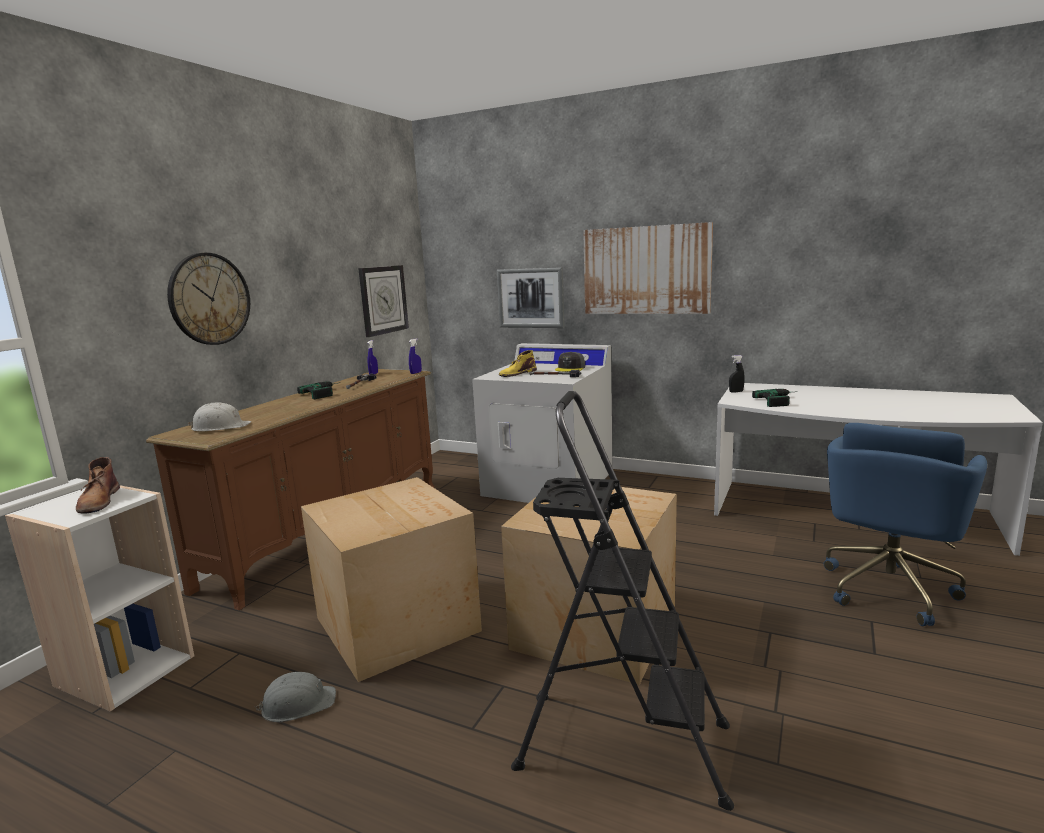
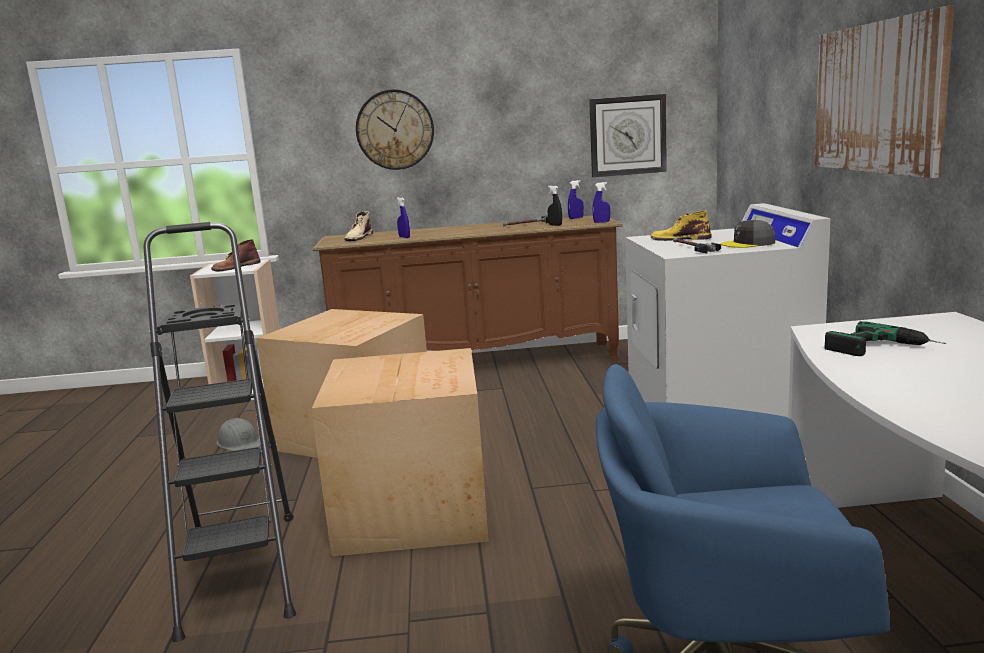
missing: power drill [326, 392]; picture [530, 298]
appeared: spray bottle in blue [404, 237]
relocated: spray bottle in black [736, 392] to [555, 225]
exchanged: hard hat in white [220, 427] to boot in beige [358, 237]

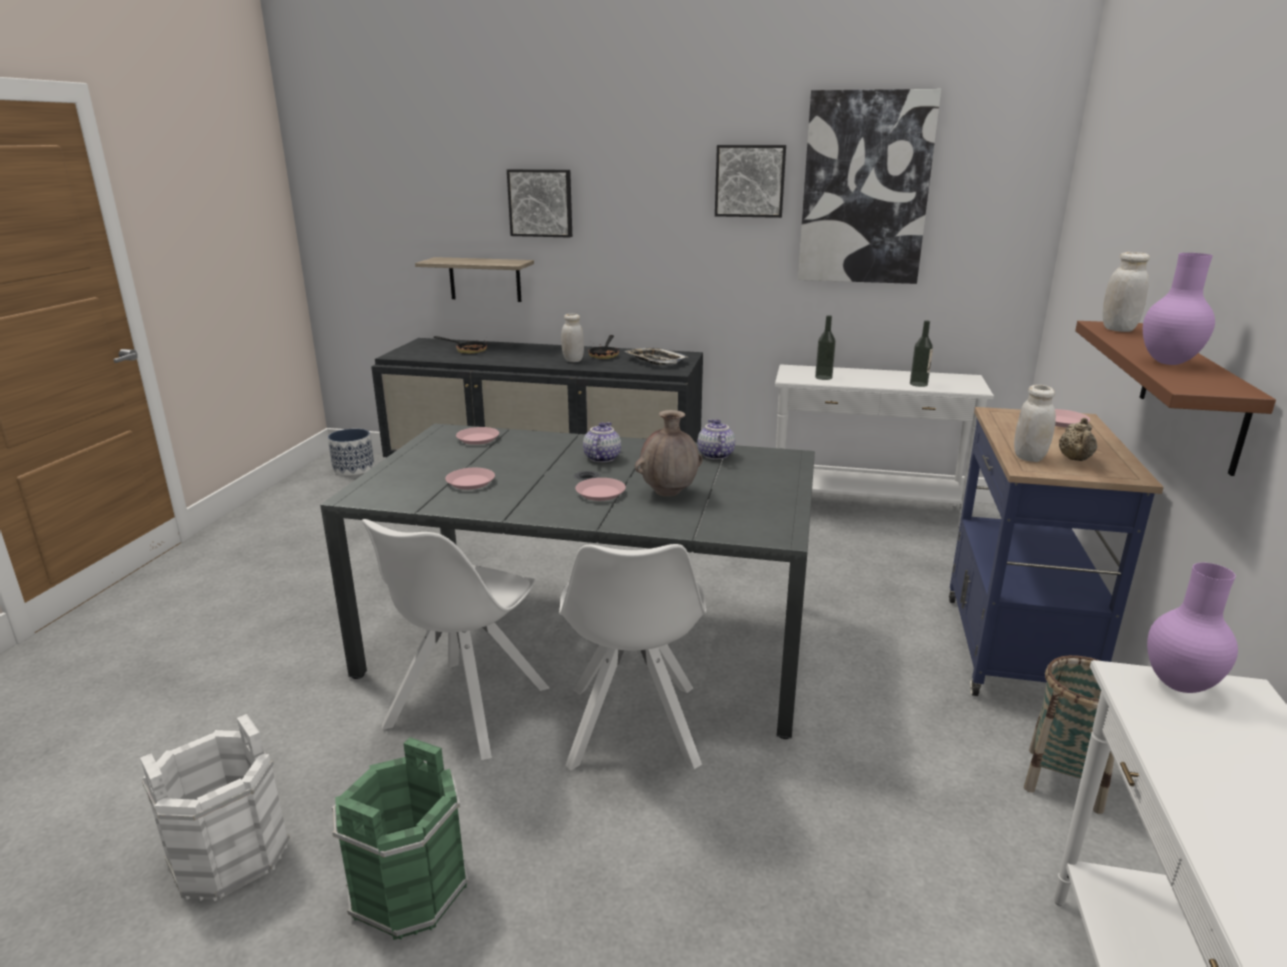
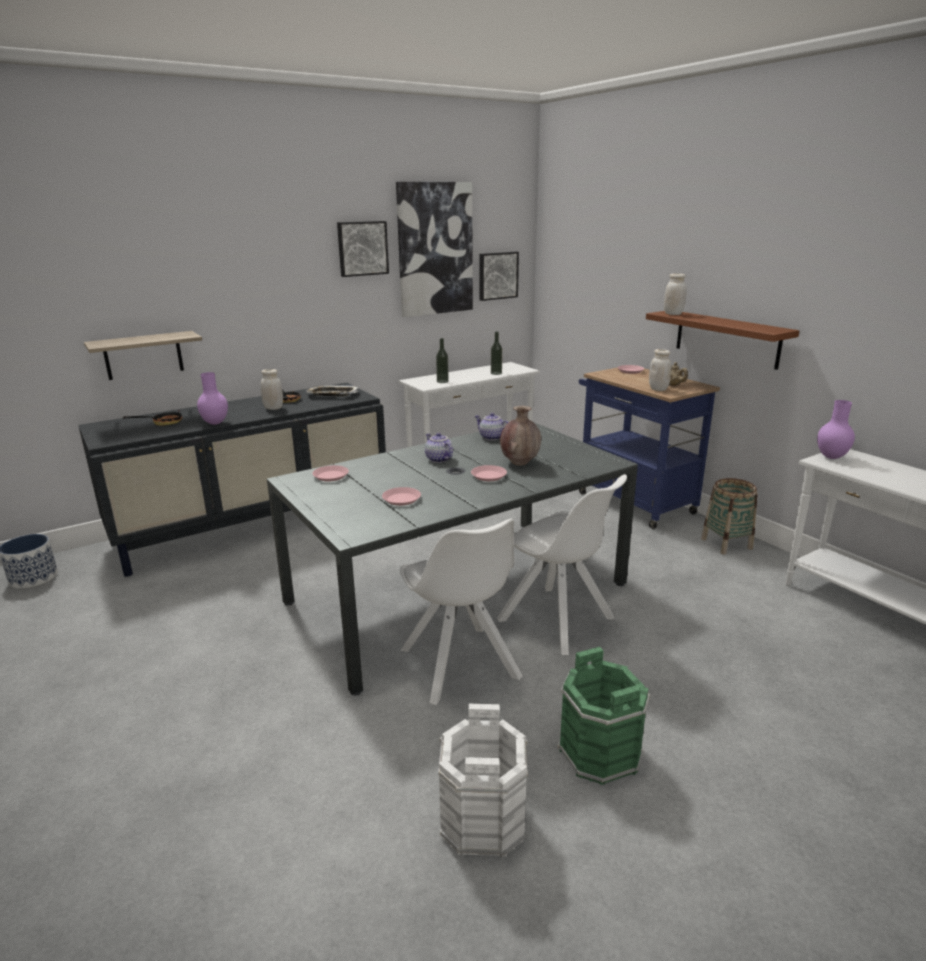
relocated: picture [541, 203] to [497, 275]; vase in purple [1168, 362] to [215, 423]

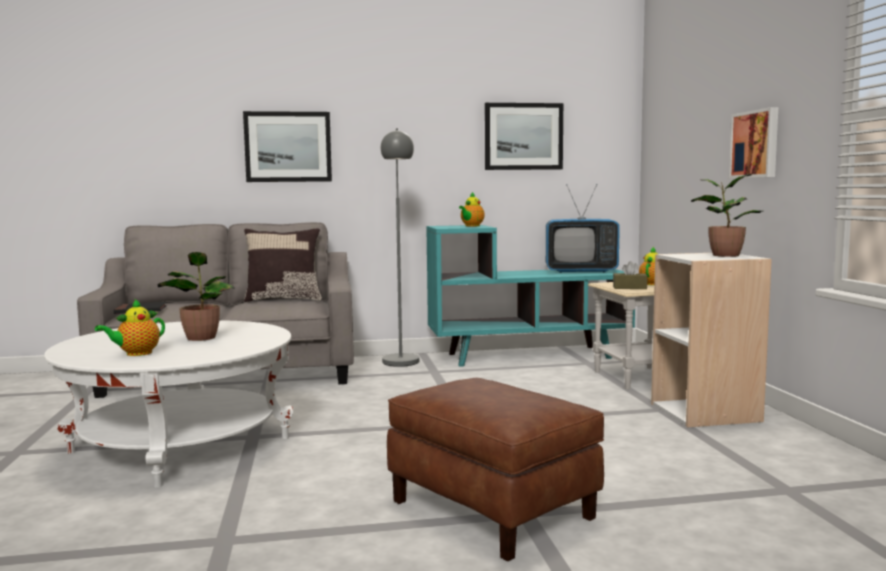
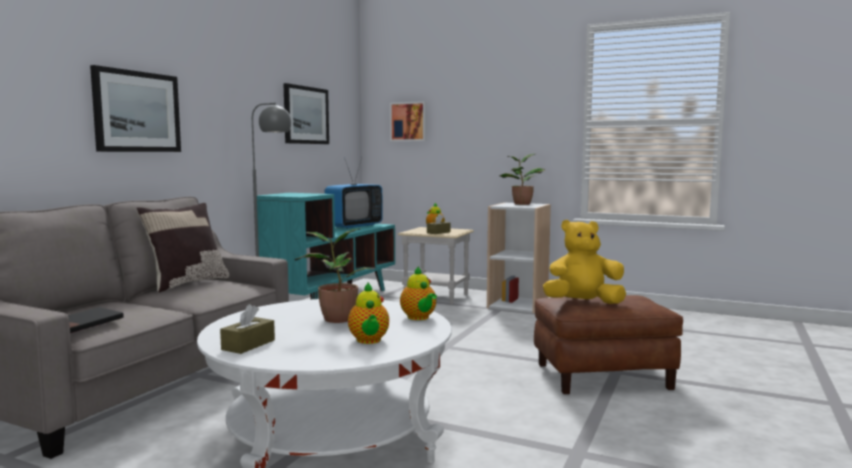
appeared: tissue box in brown [248, 345]; plush toy in yellow [583, 303]
relocated: teapot [471, 226] to [419, 318]; picture [756, 144] to [409, 121]

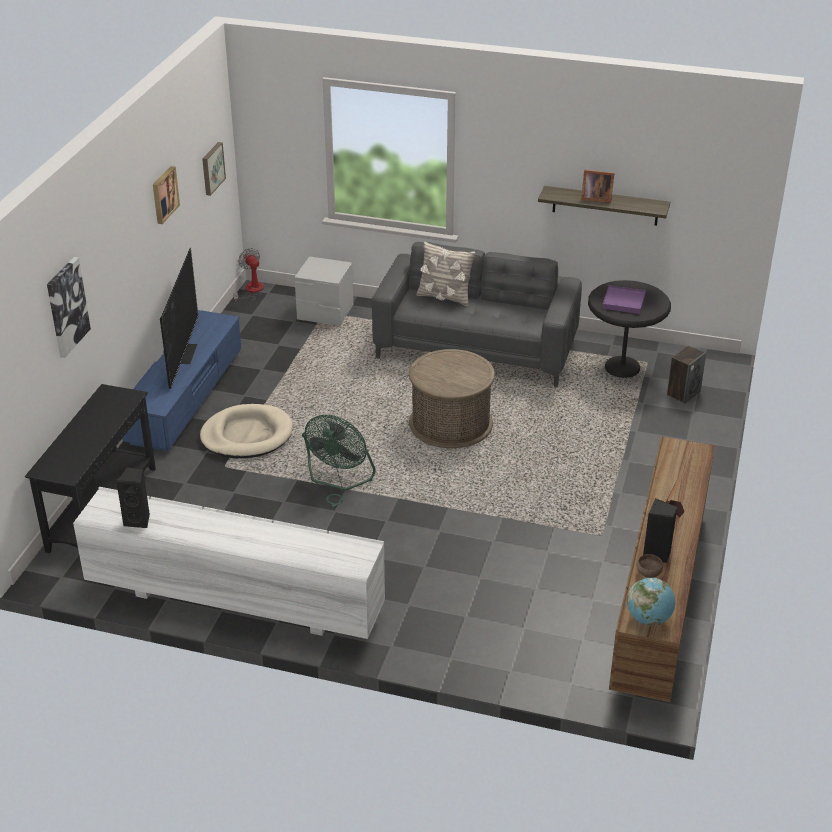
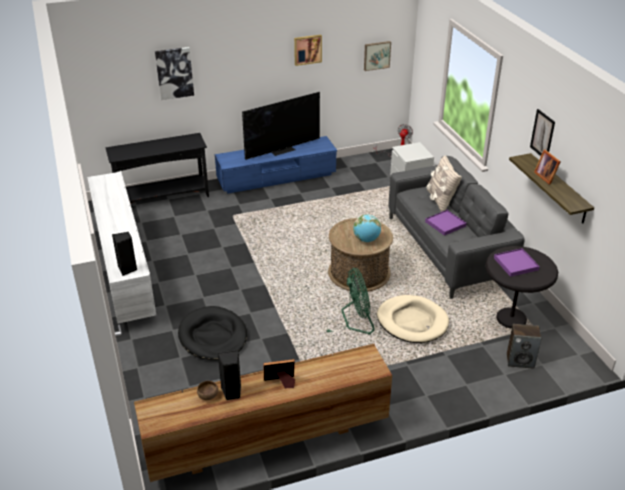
appeared: dog bed in black [213, 336]; tray in purple [445, 224]; picture [542, 134]
relocated: speaker in black [138, 520] to [127, 269]; dog bed in beige [247, 435] to [412, 321]; fan in green [336, 481] to [352, 320]; globe [649, 619] to [366, 239]

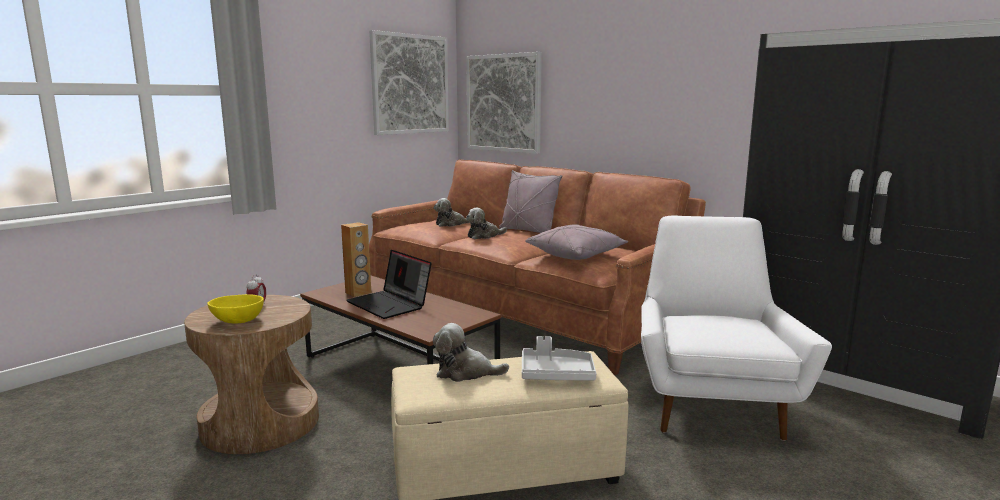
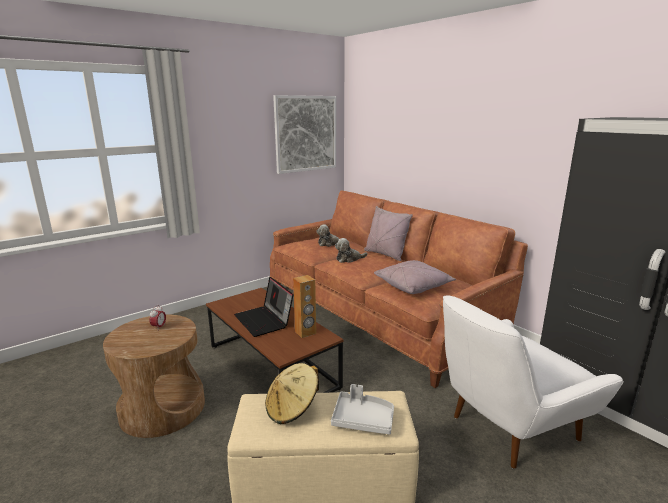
missing: bowl in yellow [238, 321]; picture [503, 103]
relocated: speaker in brown [358, 293] to [305, 332]
exchanged: plush toy [465, 372] to hat in beige [292, 408]
spun: armchair in white [709, 404] = [506, 429] 135 degrees counterclockwise

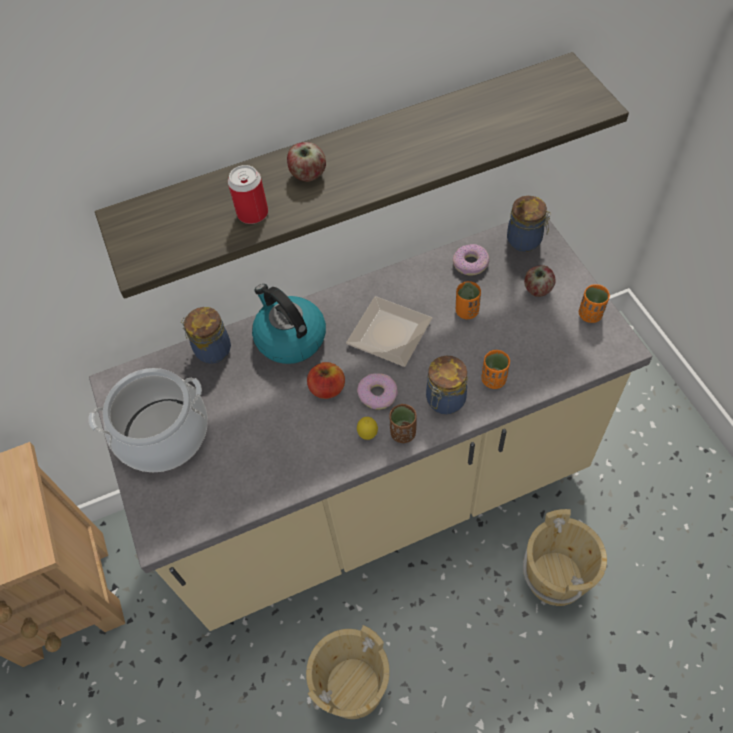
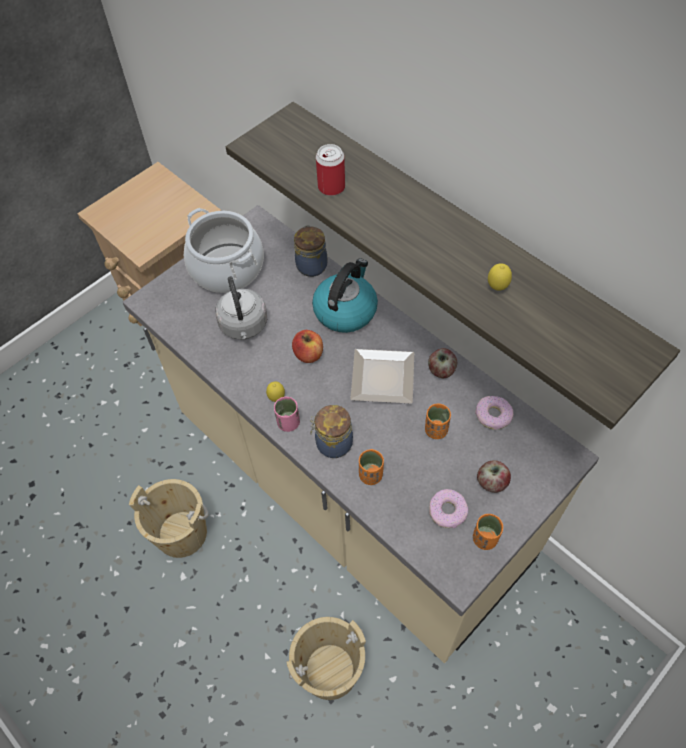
missing: jar [525, 241]
appeared: kettle in grey [244, 326]; lemon [497, 288]
relocated: apple [308, 175] to [441, 370]; donut [377, 394] to [448, 511]
colour: cup in brown [403, 433] to cup in pink [288, 423]

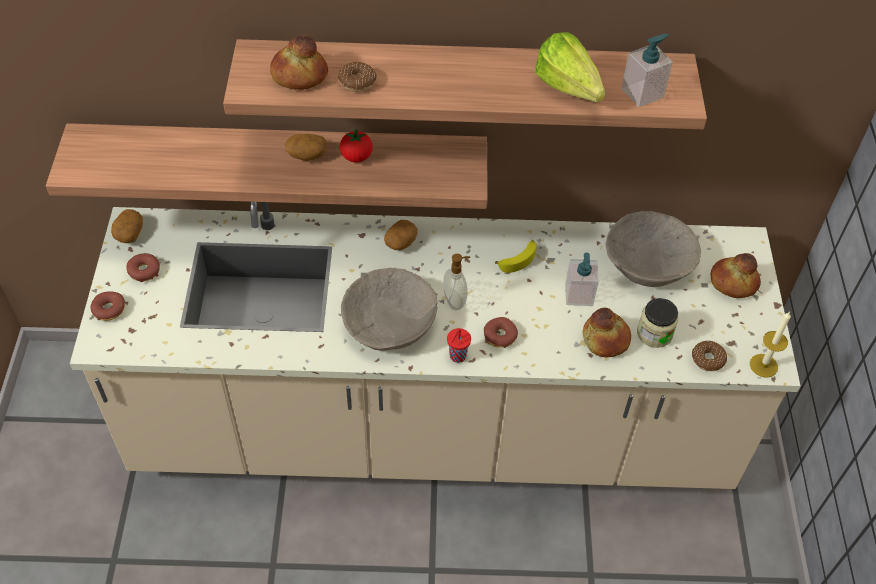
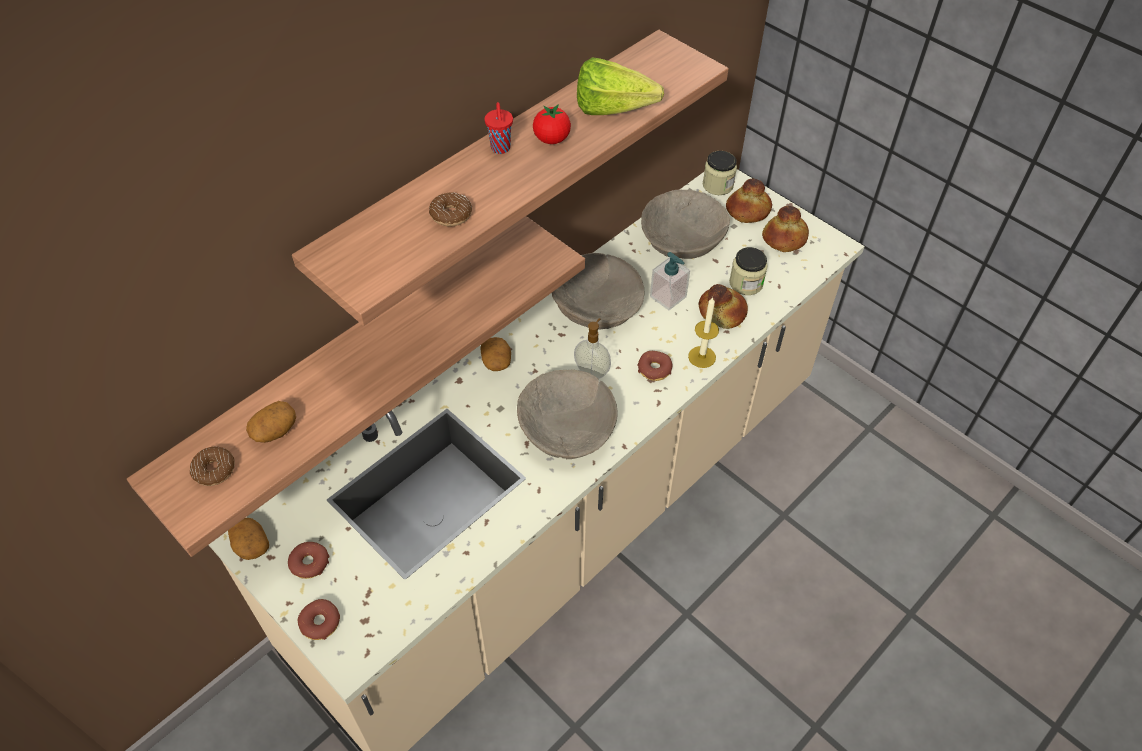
missing: soap dispenser [642, 93]
appeared: jar [717, 185]
relocated: bread [299, 75] to [785, 239]; potato [306, 155] to [274, 430]; tomato [356, 157] to [551, 139]; cup in red [457, 357] to [500, 149]; donut [708, 359] to [214, 470]; candle [763, 365] to [702, 357]
exchanged: banana [518, 259] to bowl in beige [596, 304]

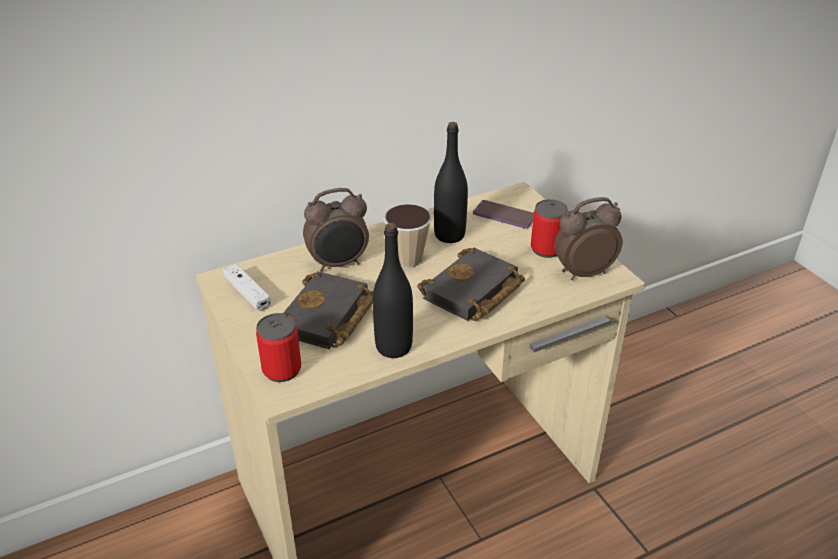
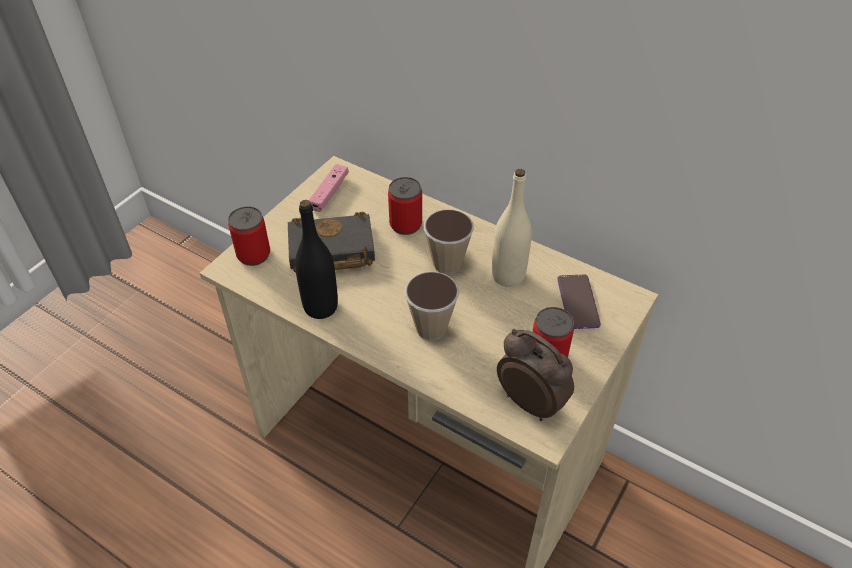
exchanged: alarm clock [339, 264] to can [405, 224]; book in black [472, 293] to cup [431, 328]
colour: game controller in white [247, 293] to game controller in pink [329, 193]; bottle in black [449, 235] to bottle in beige [508, 276]

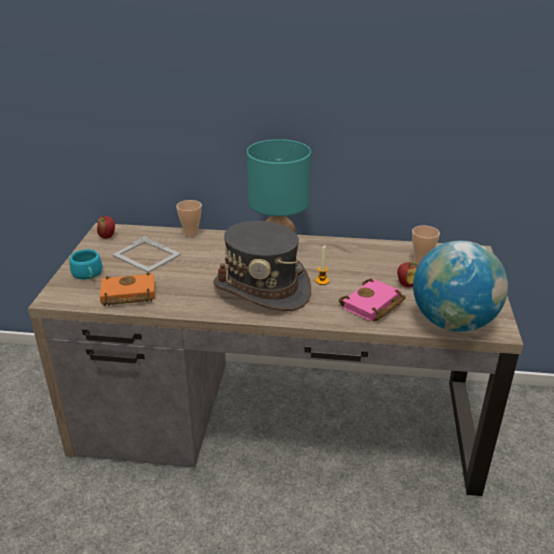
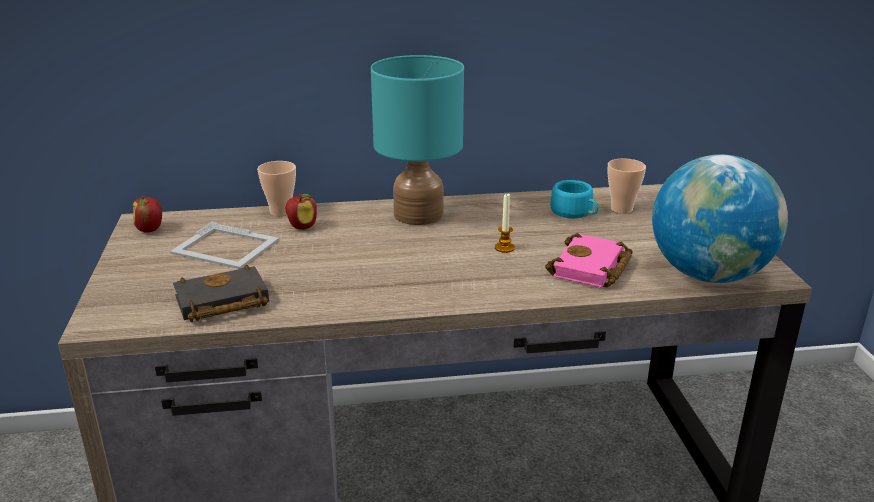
missing: hat in grey [262, 289]
relocated: cup in turquoise [88, 275] to [575, 213]; apple [406, 284] to [302, 227]
colour: book in orange [127, 295] to book in black [220, 302]

